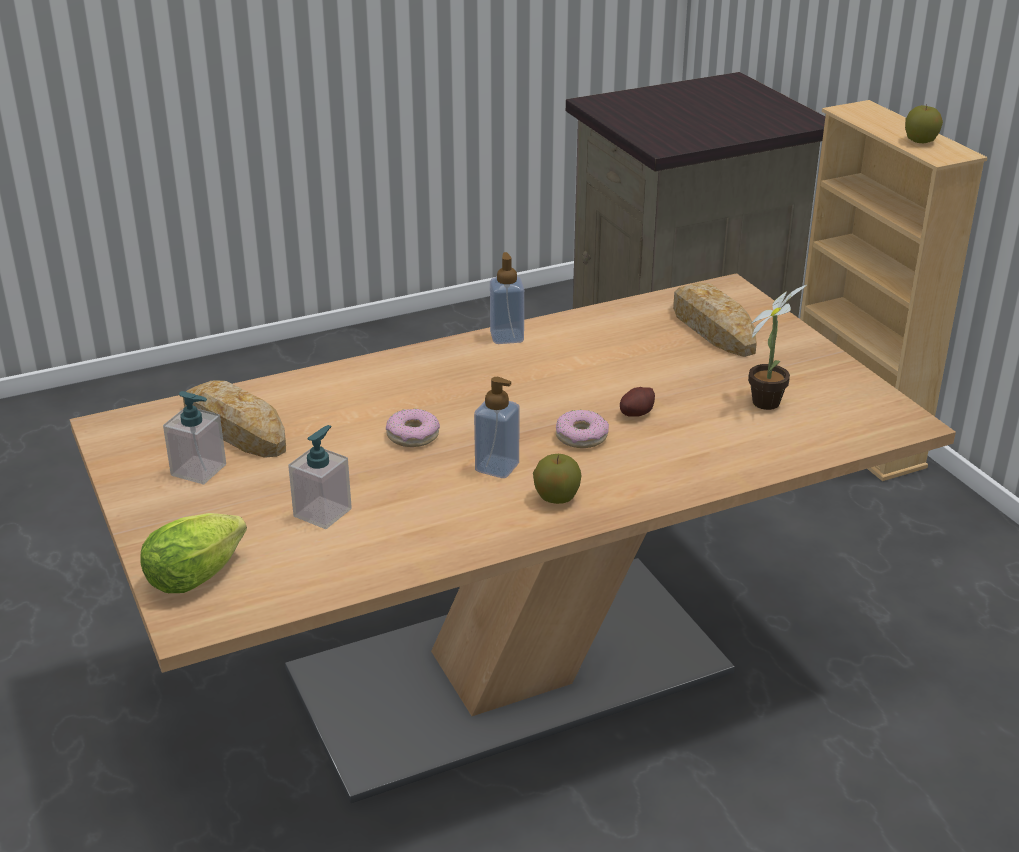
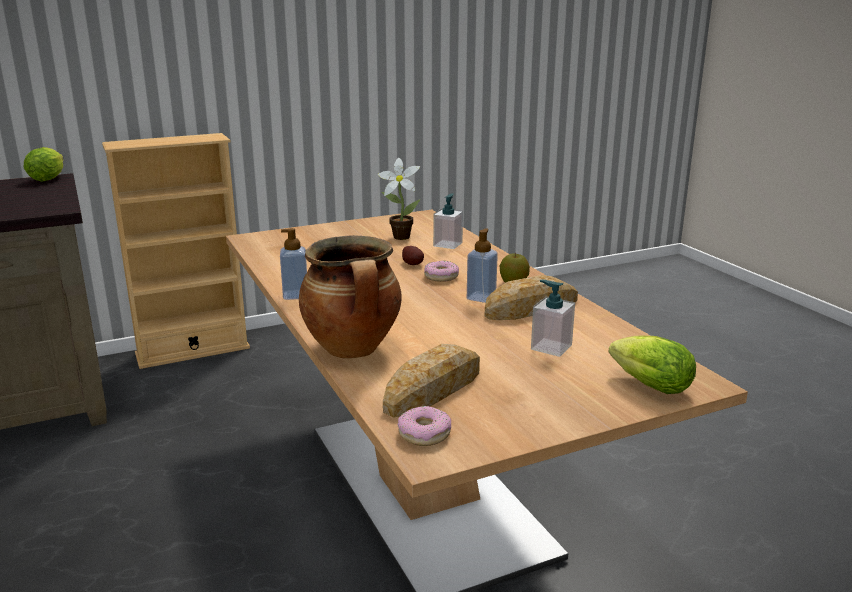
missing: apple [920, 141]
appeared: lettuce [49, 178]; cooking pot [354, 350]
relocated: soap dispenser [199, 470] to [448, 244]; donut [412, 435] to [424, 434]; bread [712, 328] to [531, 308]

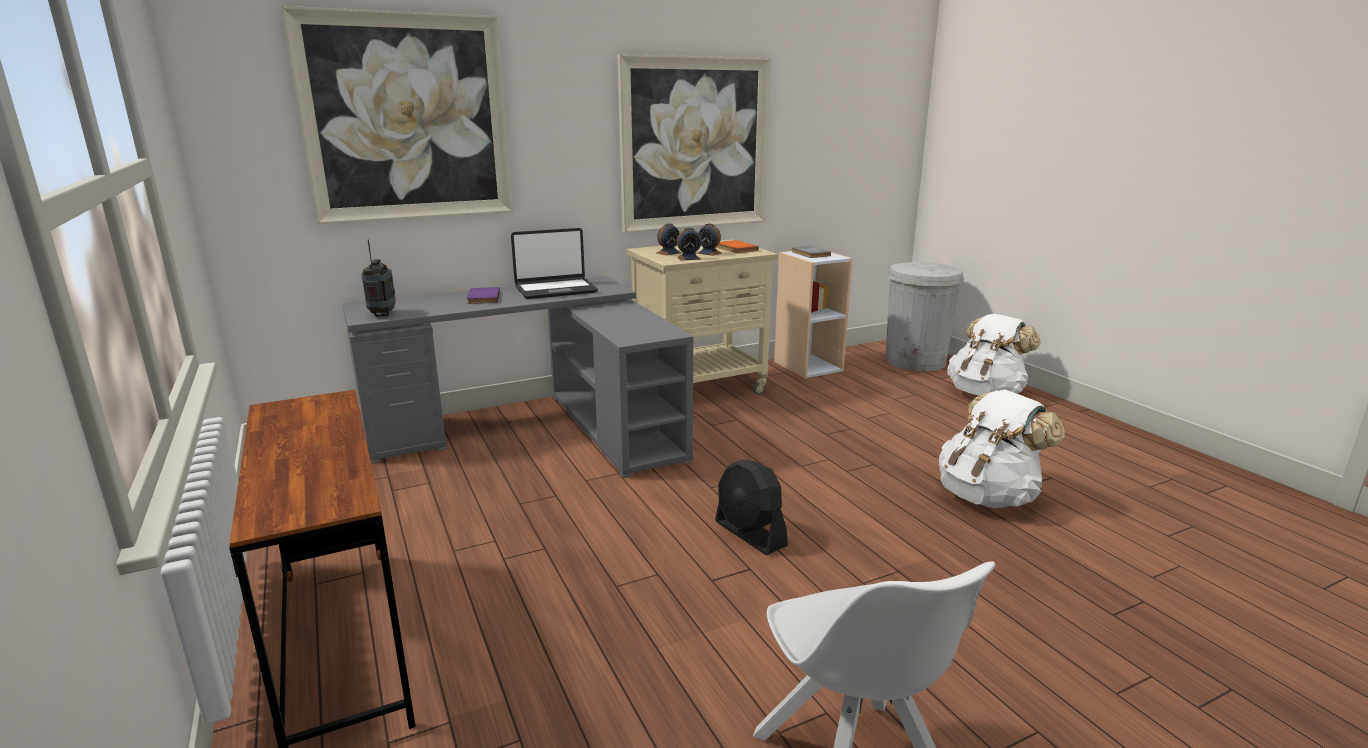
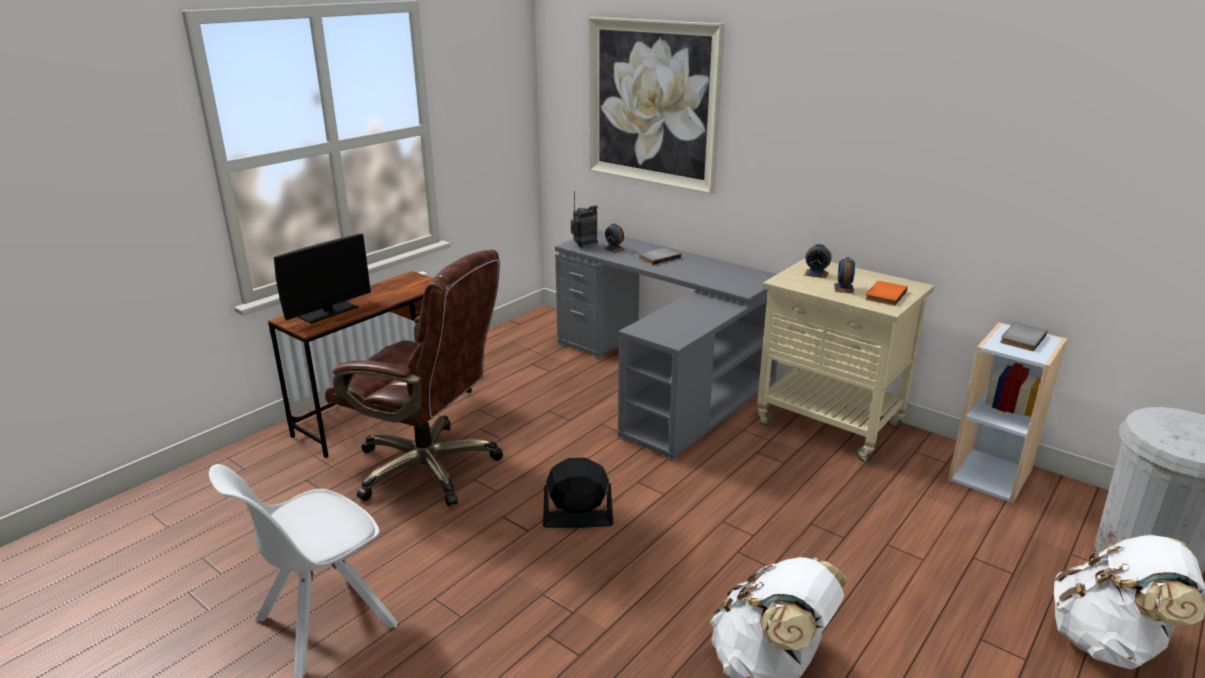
missing: laptop [555, 290]; picture [695, 144]
appeared: monitor [328, 312]; office chair in brown [426, 467]
relocated: alarm clock [689, 258] to [614, 249]
colour: book in purple [482, 298] to book in grey [658, 257]
spun: fan in black [750, 534] = [577, 519] 60 degrees clockwise

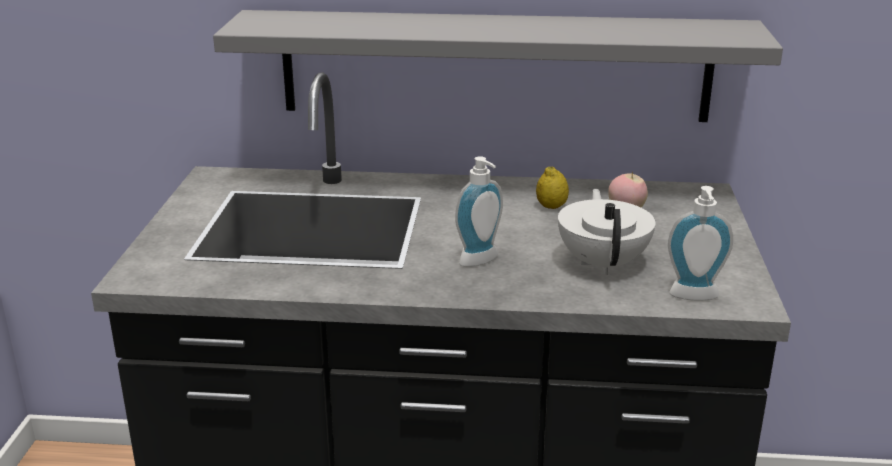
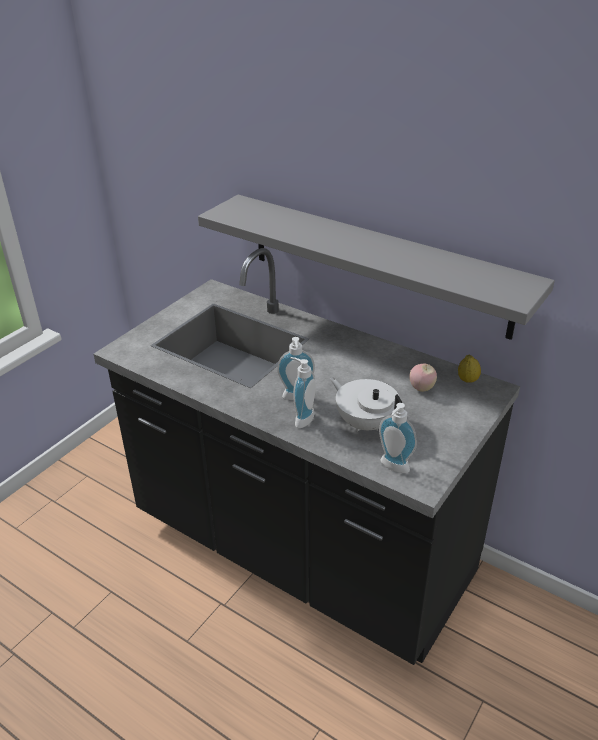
appeared: soap dispenser [301, 418]
relocated: lemon [551, 207] to [467, 380]
spun: teapot in white [603, 263] = [365, 423] 75 degrees counterclockwise

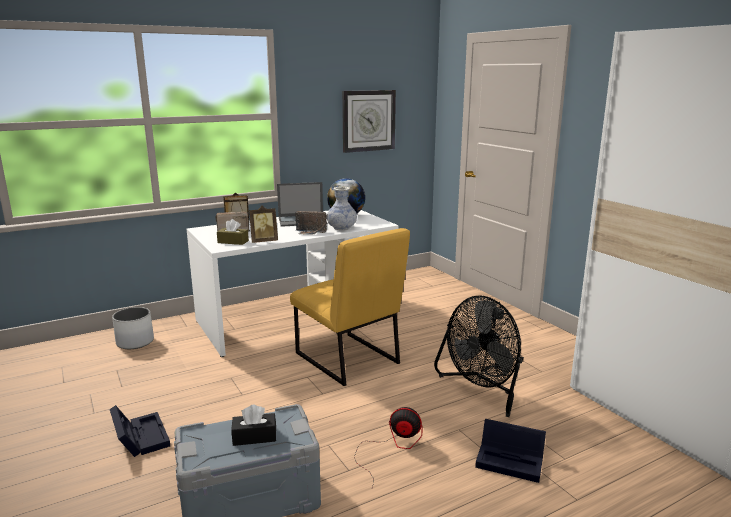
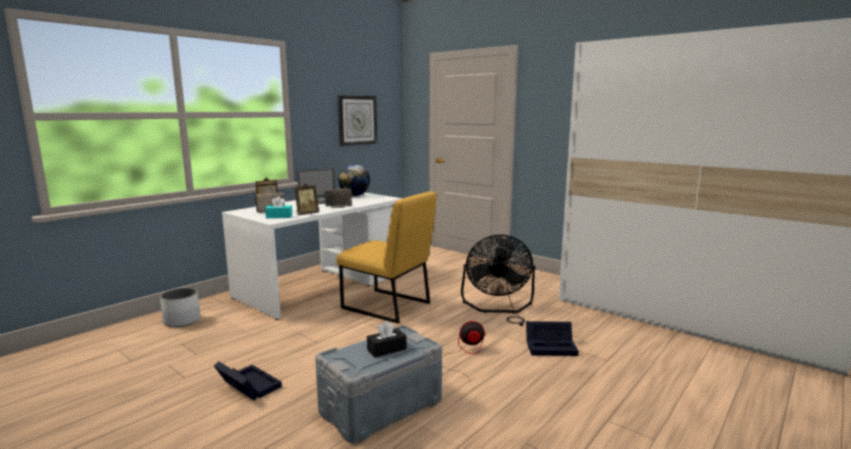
missing: vase [342, 228]
colour: tissue box in brown [233, 242] to tissue box in turquoise [279, 216]
spun: fan in black [482, 387] = [501, 309] 150 degrees clockwise

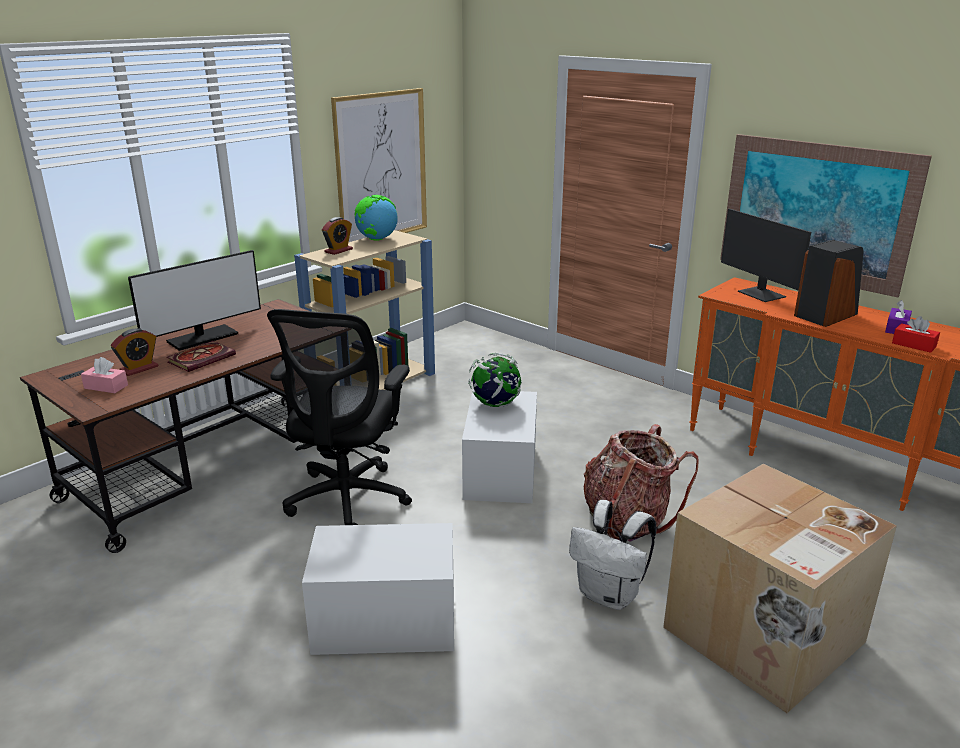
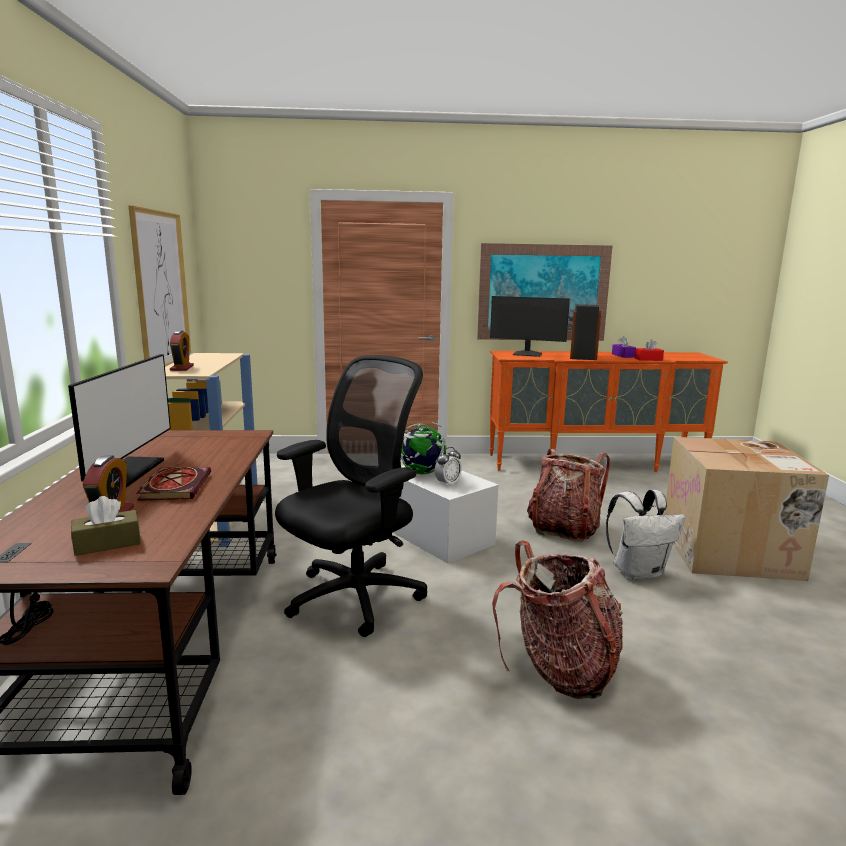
missing: globe [376, 239]
appeared: alarm clock [447, 483]
exchanged: storage box in white [385, 621] to backpack [561, 669]
colour: tissue box in pink [106, 387] to tissue box in brown [107, 543]
spun: office chair in black [348, 494] = [351, 601] 105 degrees counterclockwise

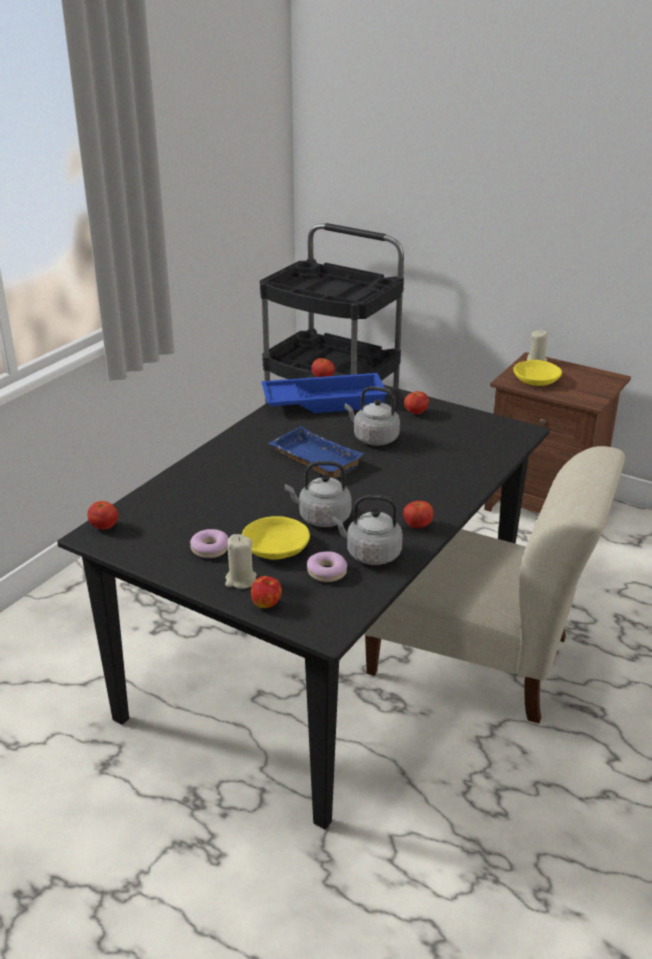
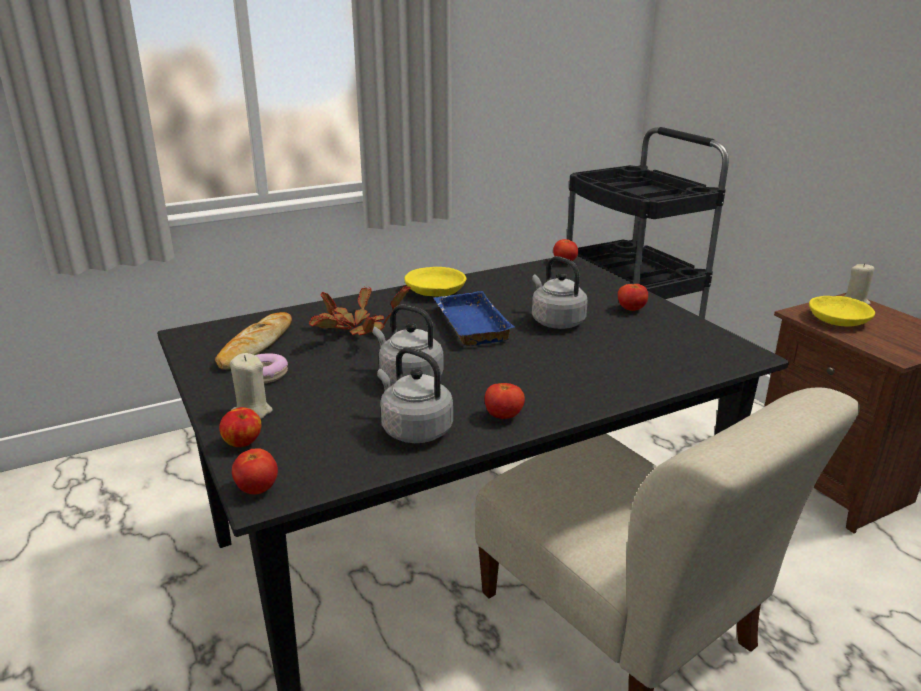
missing: tray in blue [324, 401]; donut [326, 572]
appeared: bread [256, 346]; potted plant [354, 330]
relocated: tomato [104, 527] to [257, 489]; bowl in yellow [276, 548] to [435, 291]

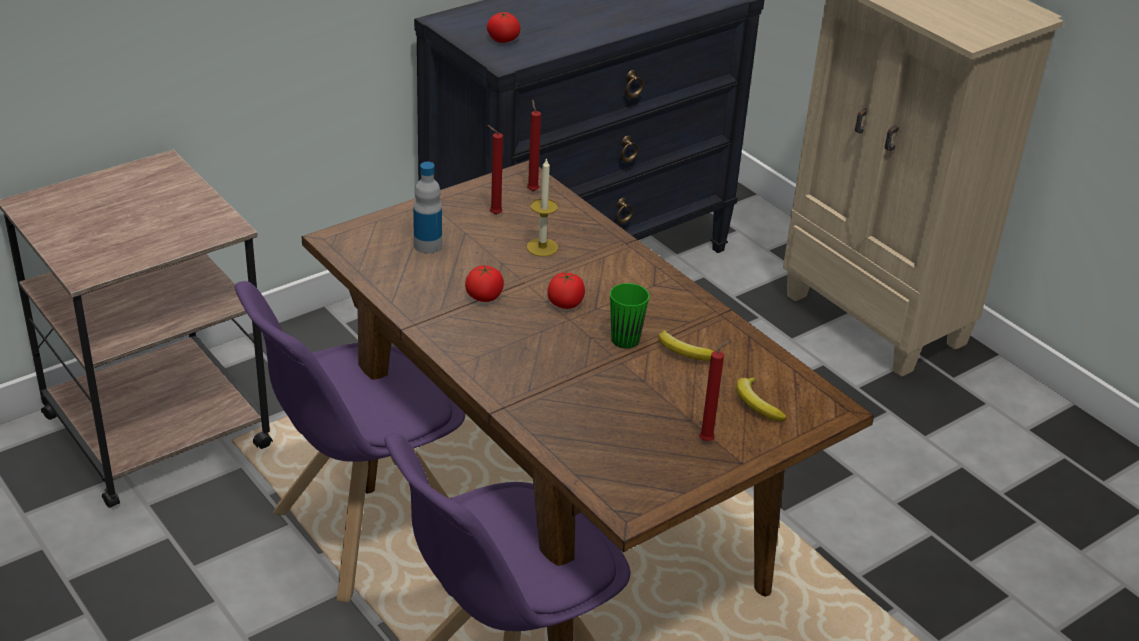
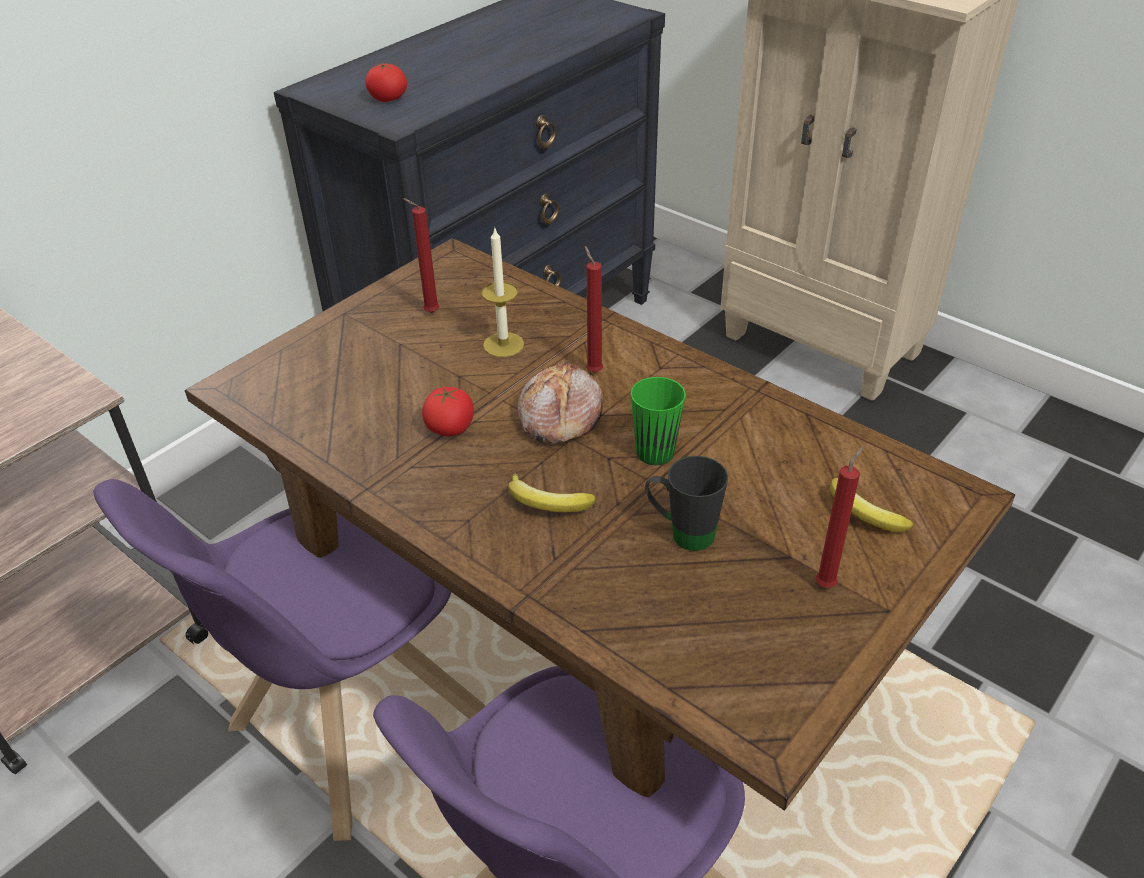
missing: bottle [428, 245]
appeared: mug in black [681, 533]
relocated: candle in red [532, 190] to [593, 370]; banana [683, 352] to [547, 503]
exchanged: tomato [565, 304] to bread [559, 416]

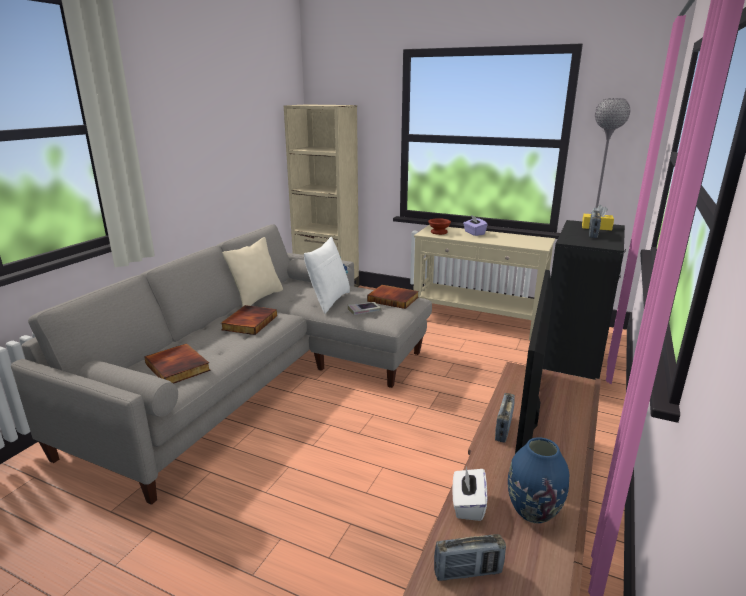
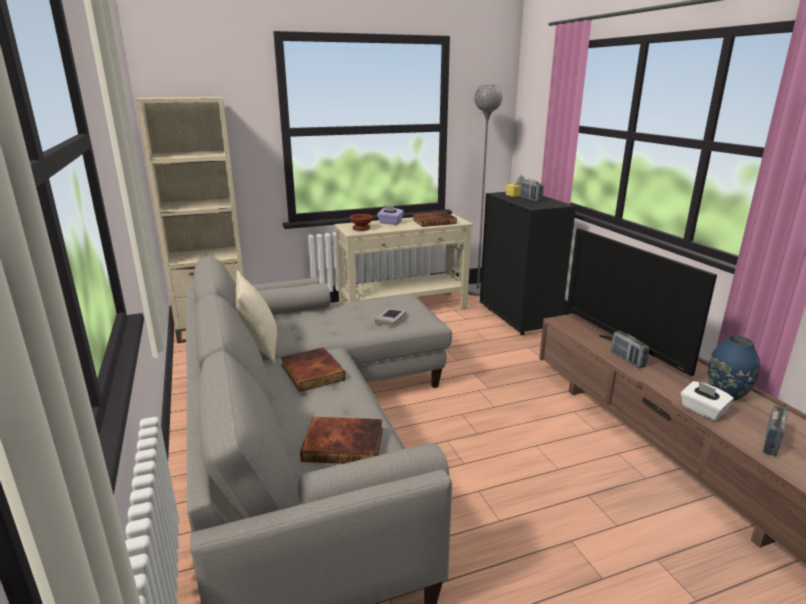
missing: pillow in white [329, 301]
relocated: book [393, 299] to [434, 221]

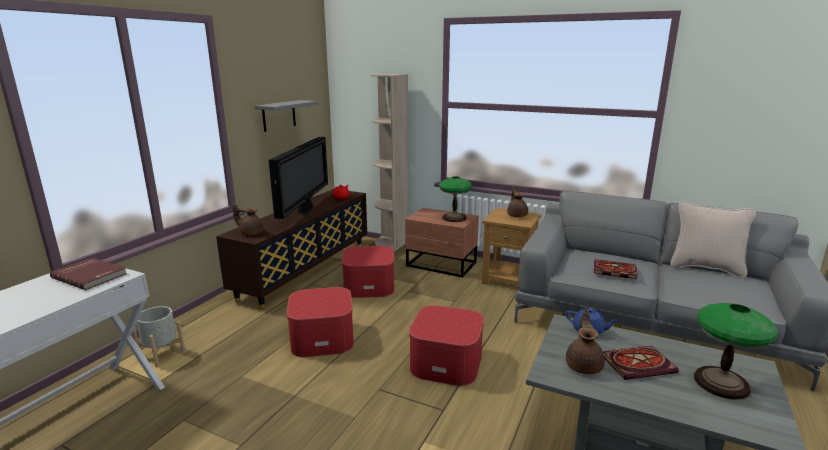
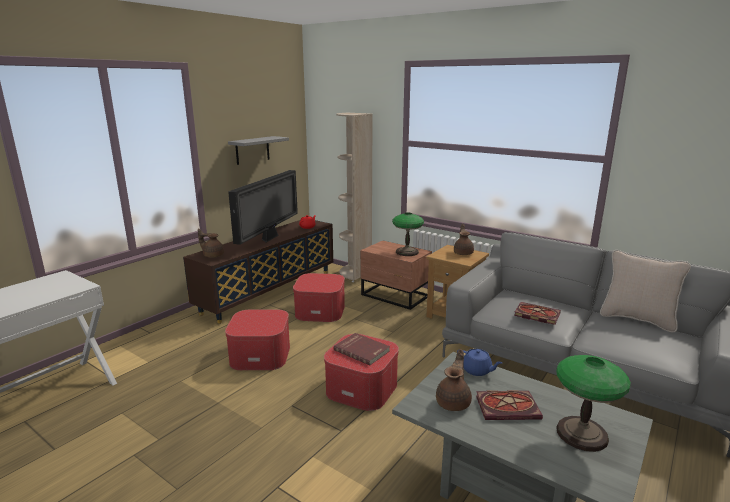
missing: planter in grey [161, 354]
relocated: book in red [90, 275] to [362, 350]

